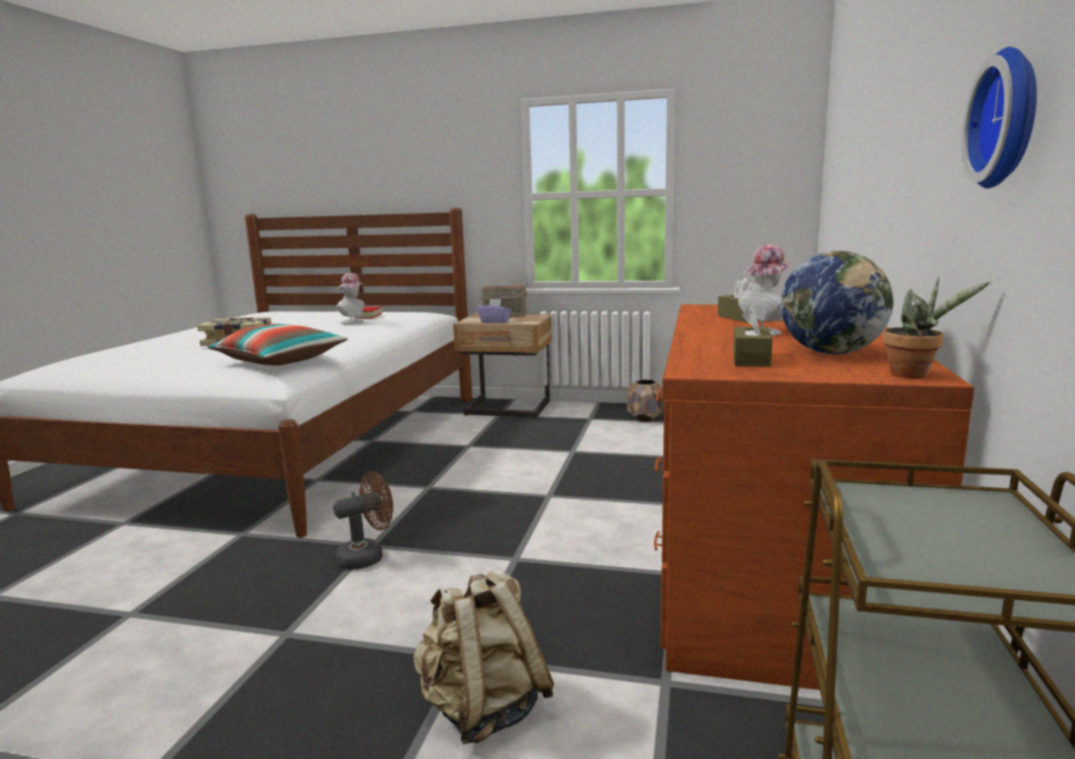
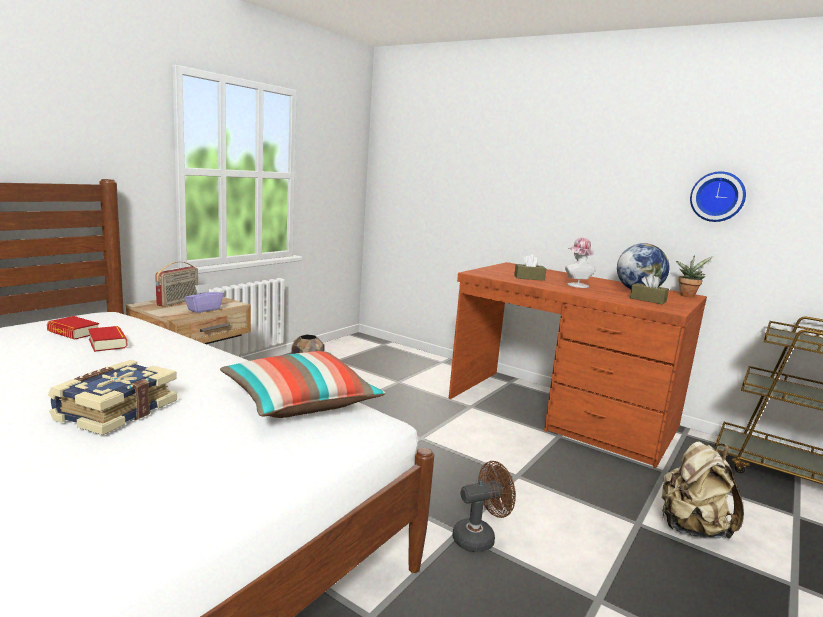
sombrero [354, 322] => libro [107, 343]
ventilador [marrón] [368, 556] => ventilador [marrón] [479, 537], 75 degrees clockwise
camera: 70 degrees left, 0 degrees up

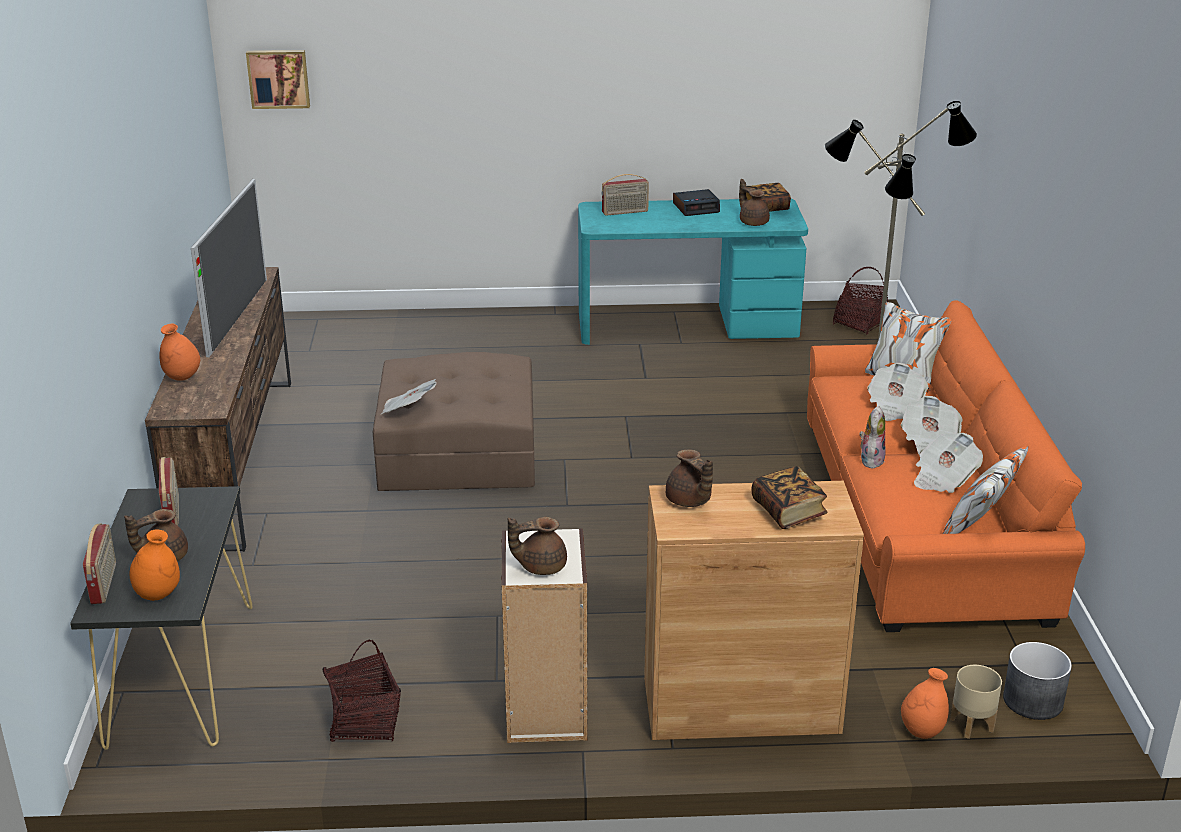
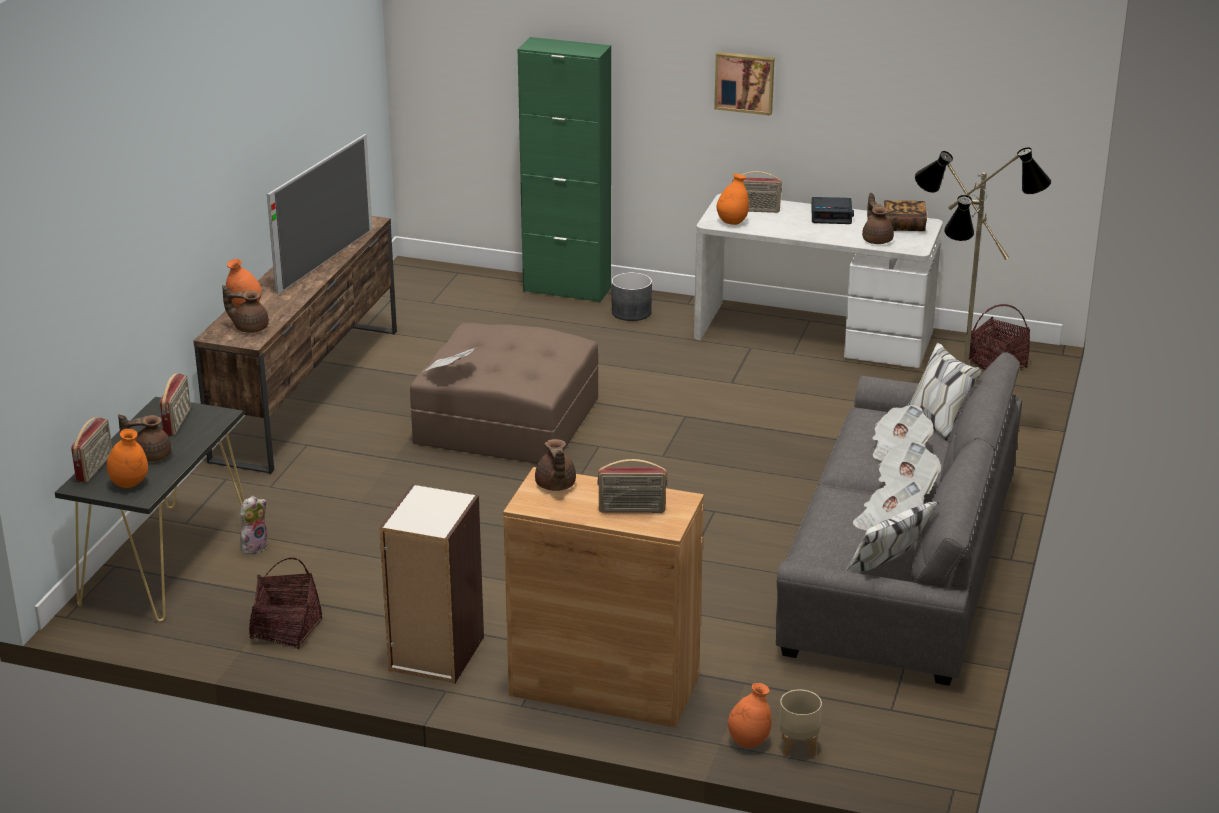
tetera [marrón] [540, 566] => tetera [marrón] [249, 327], shifted
peluche [870, 460] => peluche [254, 546], shifted
nothing => armario [verde] [567, 289]
libro [788, 511] => radio [632, 510]
maceta [gris] [1033, 701] => maceta [gris] [631, 312], shifted
escritorio [turquesa] [687, 323] => escritorio [blanco] [813, 335]
cuadro [278, 78] => cuadro [745, 82], shifted
nothing => florero [naranja] [732, 222]
sofá [naranja] [921, 518] => sofá [gris] [900, 564]
camera: 20 degrees right, 0 degrees up

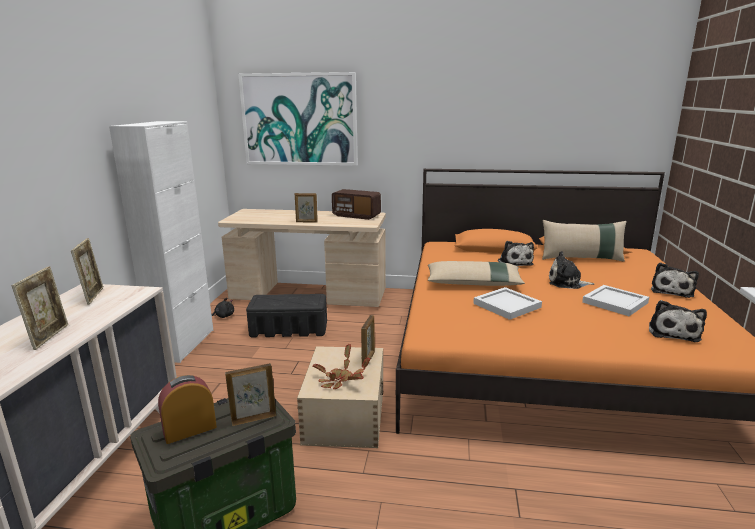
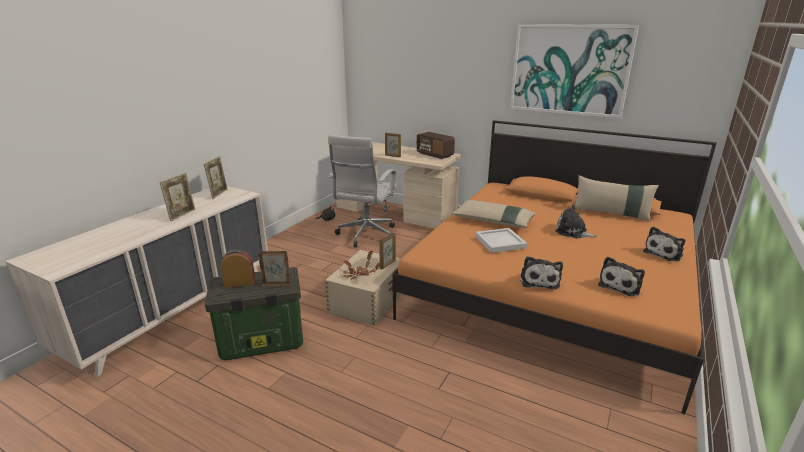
caja de almacenaje [negro] [288, 329] => silla de oficina [blanco] [365, 236]
cuadro [299, 119] => cuadro [569, 70], shifted
peluche [514, 262] => peluche [539, 280], shifted
armario [blanco] [183, 344] => nothing
bandeja [blanco] [614, 302] => nothing
camera: 20 degrees right, 5 degrees up

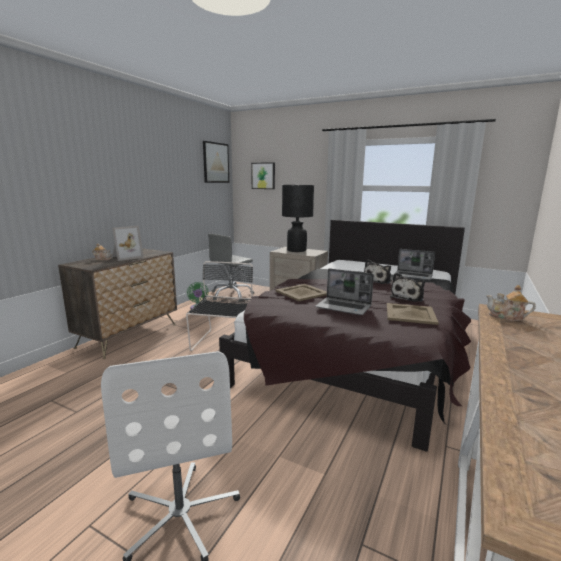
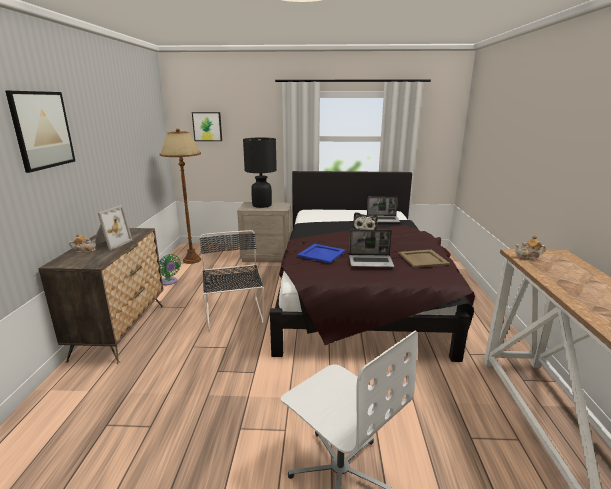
cuadro [216, 162] => cuadro [42, 130], shifted
silla de oficina [gris] [231, 294] => lámpara de pie [marrón] [192, 260]
bandeja [beis] [302, 292] => bandeja [azul] [321, 253]
peluche [408, 297] => nothing
camera: 25 degrees left, 5 degrees up

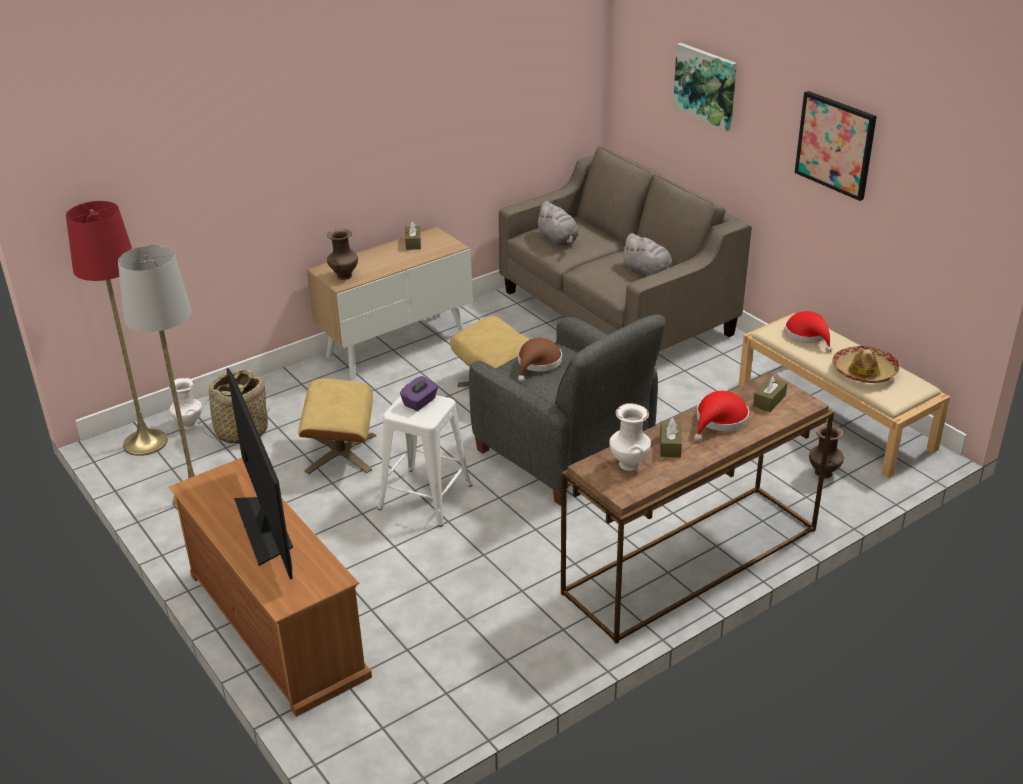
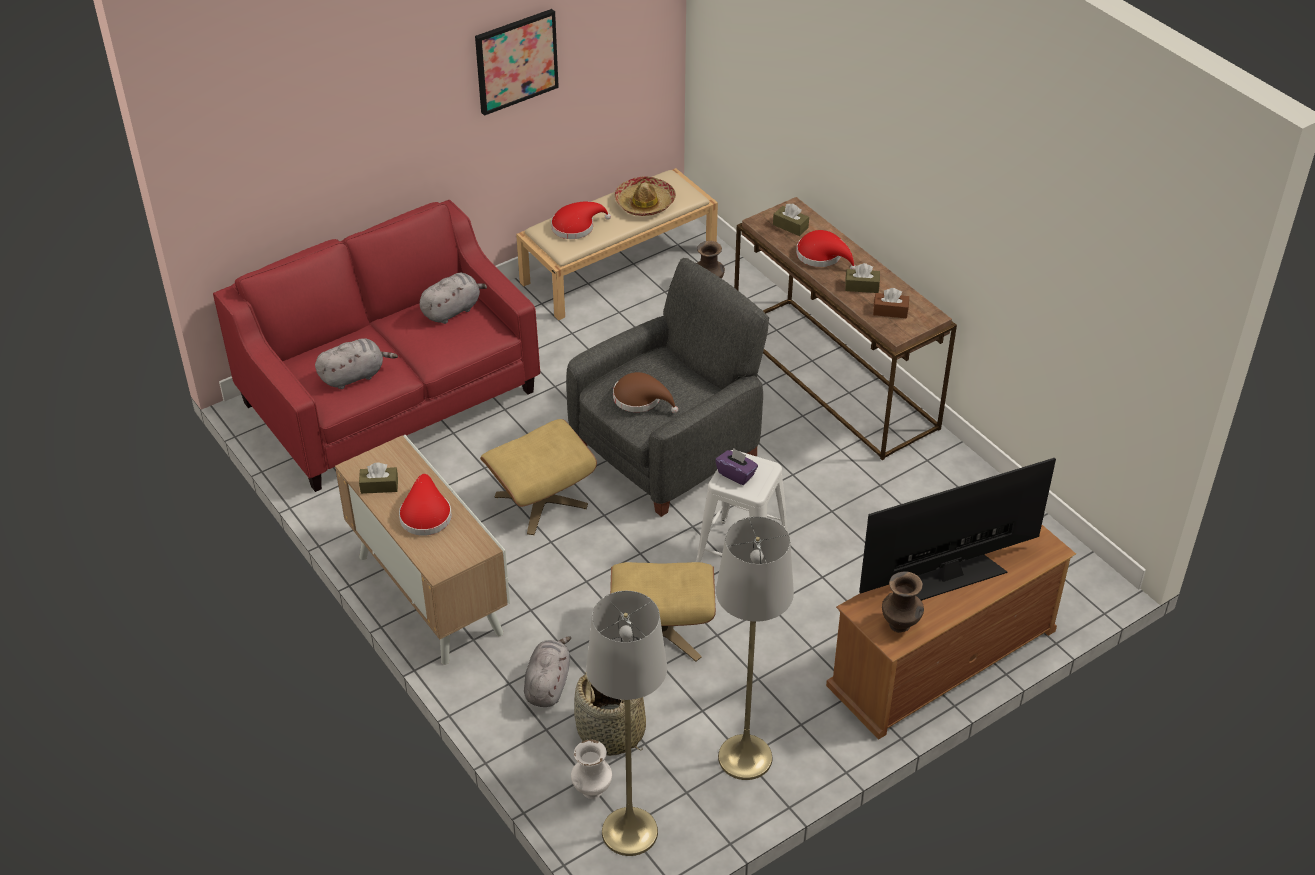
sofá [beis] [616, 313] => sofá [rojo] [390, 397]
nothing => sombrero [rojo] [425, 514]
nothing => peluche [gris] [548, 684]
lámpara de pie [rojo] [145, 442] => lámpara de pie [gris] [629, 831]
florero [blanco] [628, 464] => caja de pañuelos [marrón] [890, 311]
florero [marrón] [344, 276] => florero [marrón] [900, 625], shifted
cuadro [706, 85] => nothing
camera: 90 degrees left, 10 degrees up

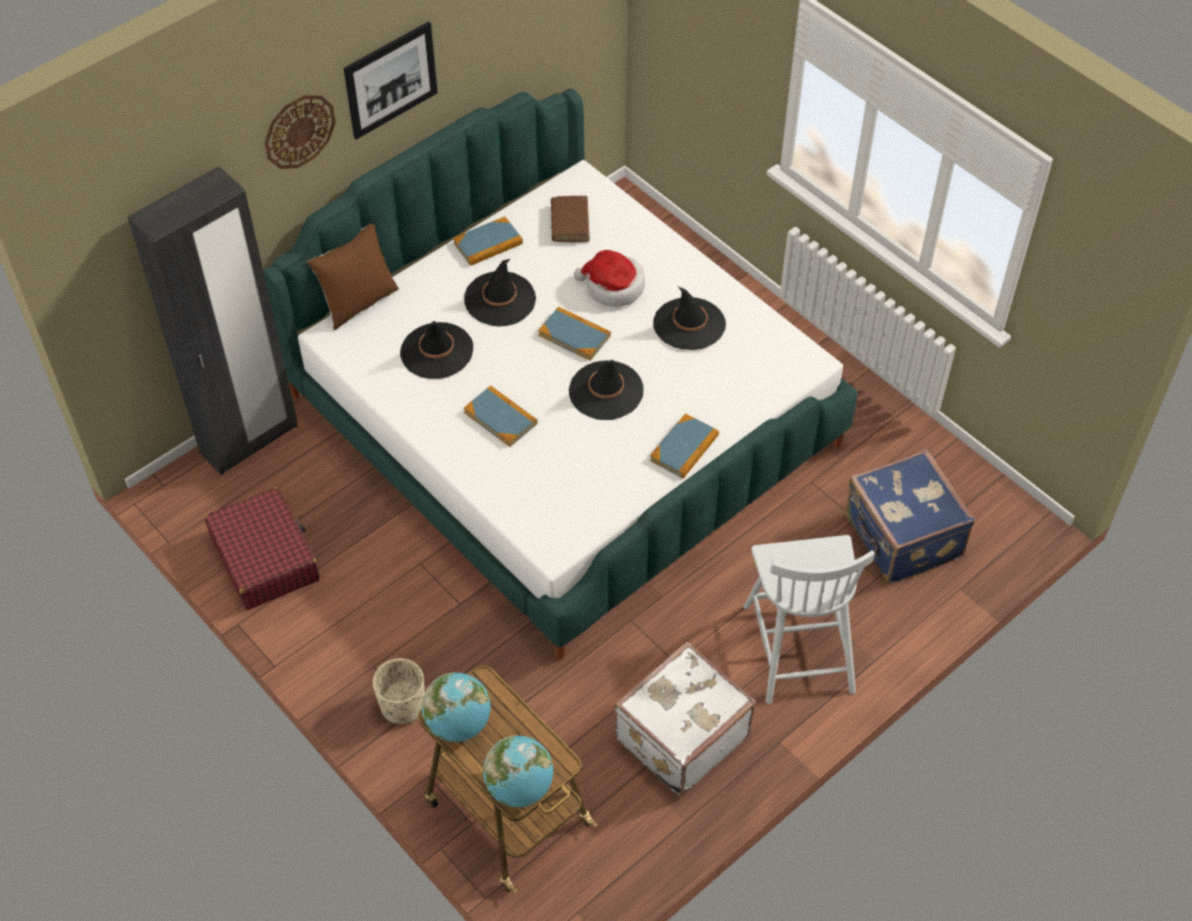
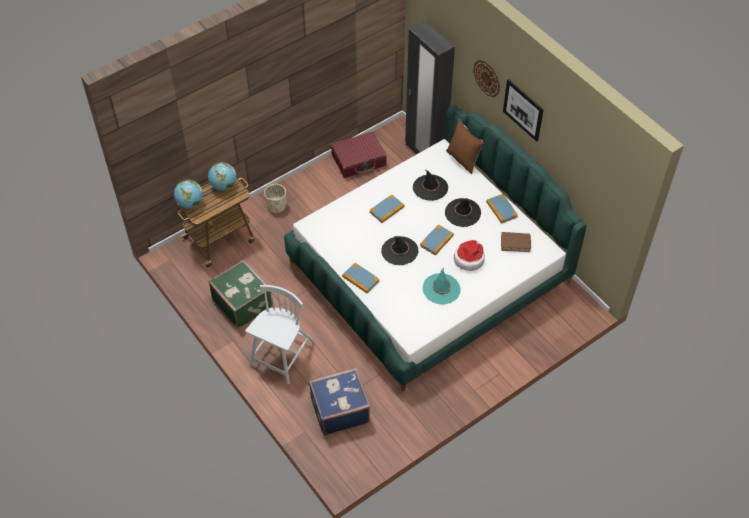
maleta [blanco] [679, 736] => maleta [verde] [243, 302]
silla [blanco] [798, 646] => silla [blanco] [282, 355], 120 degrees clockwise
sombrero [negro] [689, 324] => sombrero [turquesa] [441, 289]
camera: 95 degrees right, 0 degrees up

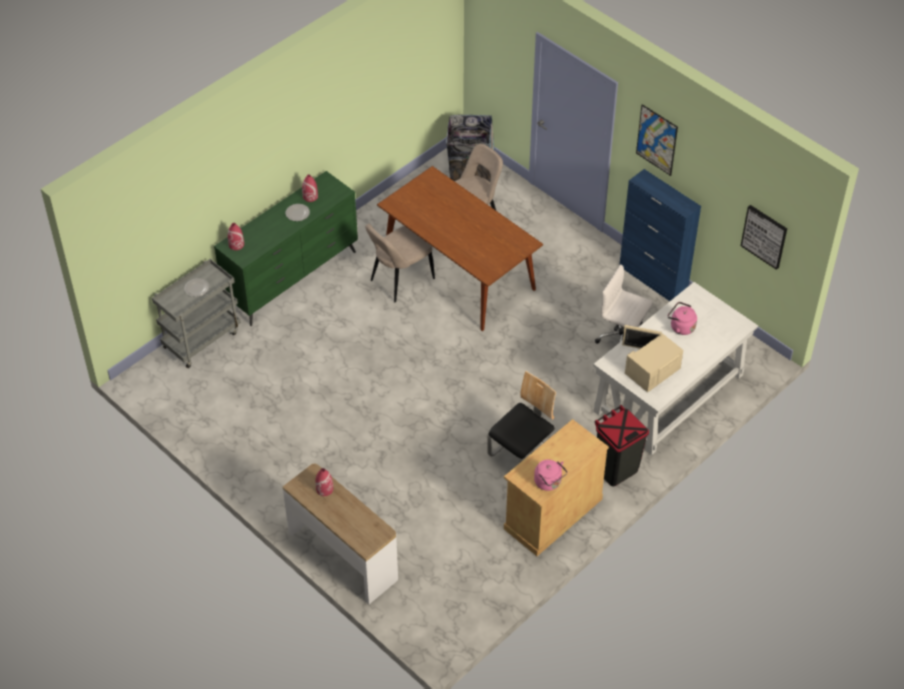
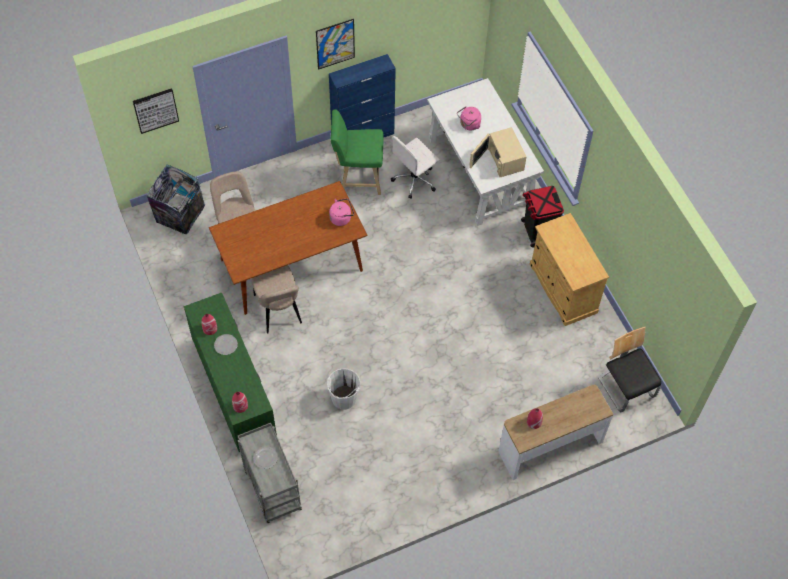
cuadro [764, 236] => cuadro [155, 110], shifted
nothing => cubo [blanco] [344, 398]
hervidor [rosa] [549, 483] => hervidor [rosa] [341, 218], shifted
nothing => taburete [verde] [358, 178]
silla [522, 454] => silla [626, 387], shifted
camera: 70 degrees left, 10 degrees up

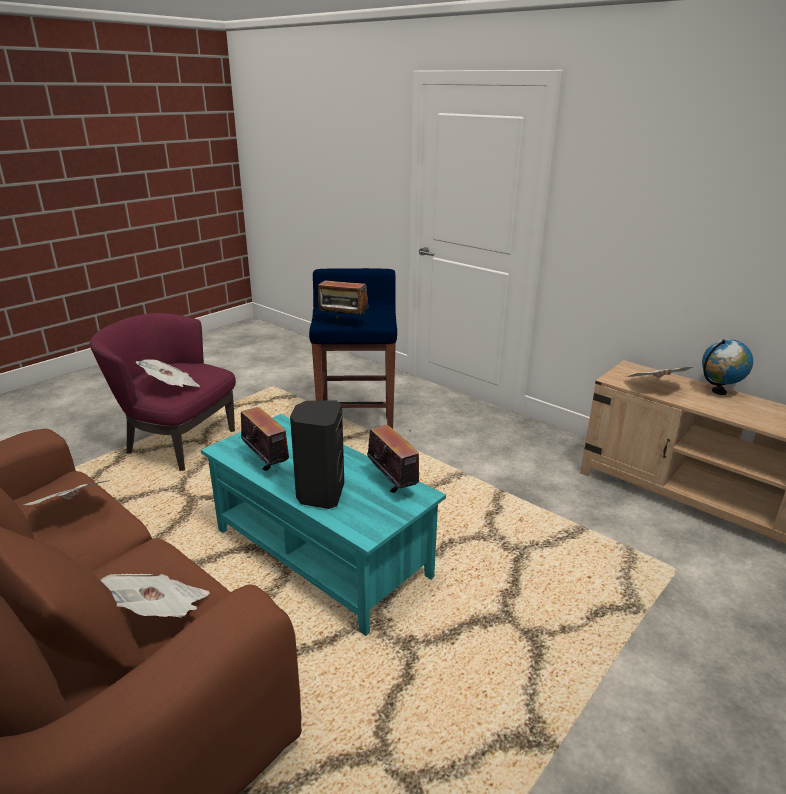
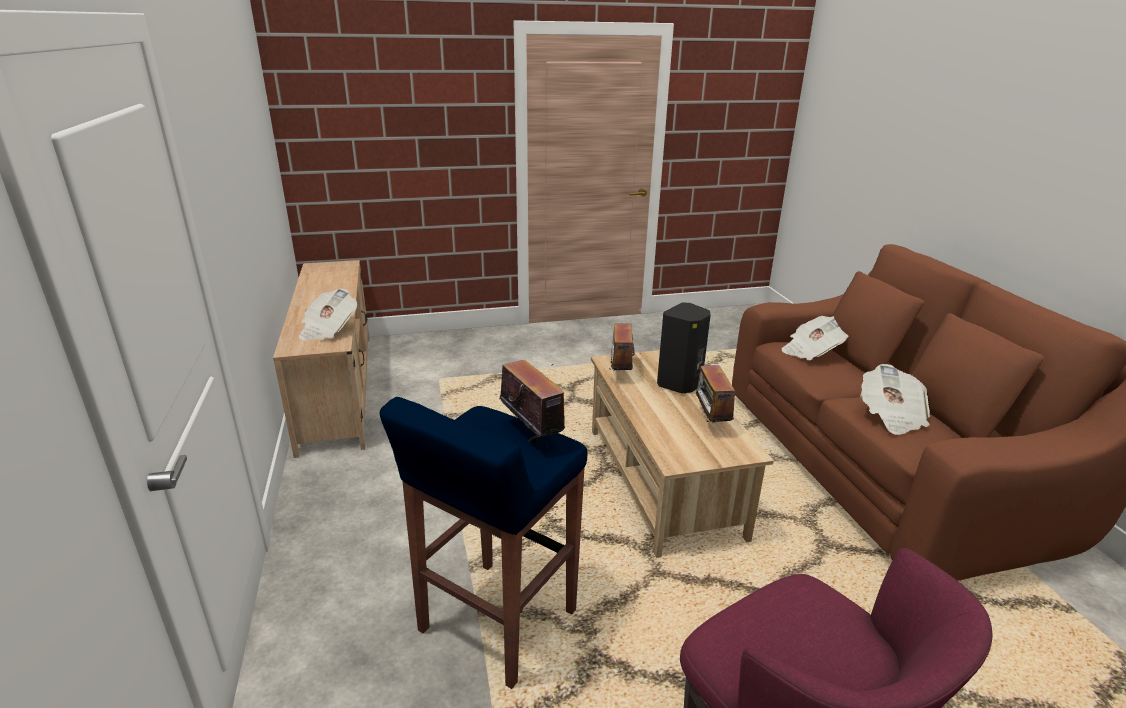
mesa de centro [turquesa] [320, 553] => mesa de centro [beis] [663, 481]
periódico [171, 387] => nothing
globo terráqueo [719, 392] => nothing
camera: 145 degrees left, 0 degrees up

